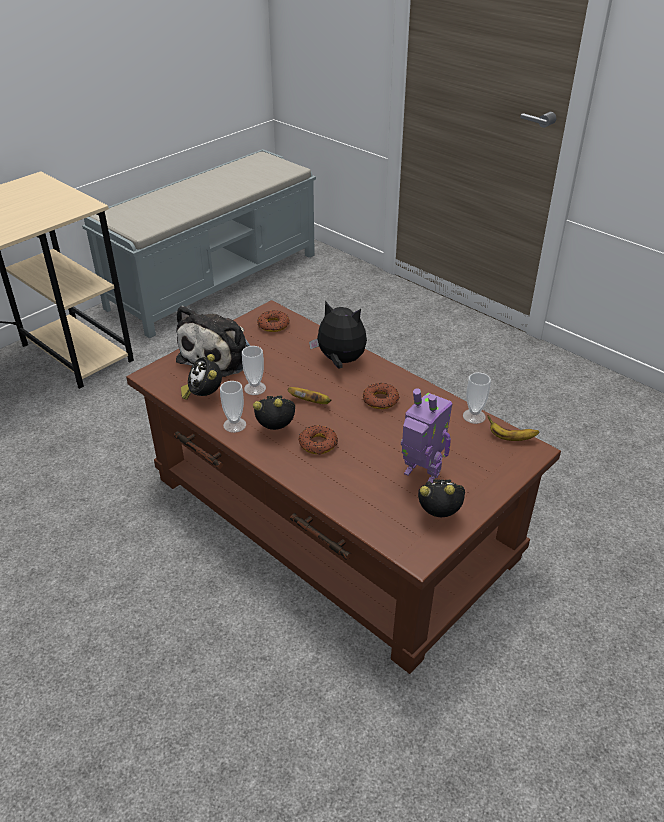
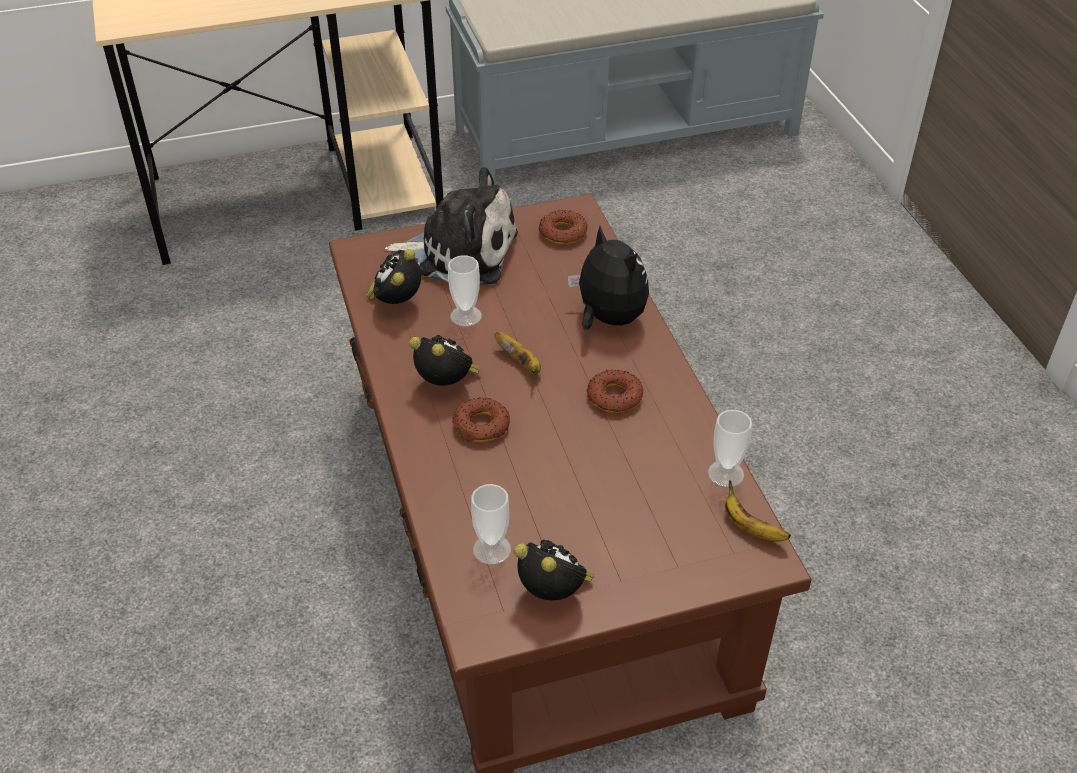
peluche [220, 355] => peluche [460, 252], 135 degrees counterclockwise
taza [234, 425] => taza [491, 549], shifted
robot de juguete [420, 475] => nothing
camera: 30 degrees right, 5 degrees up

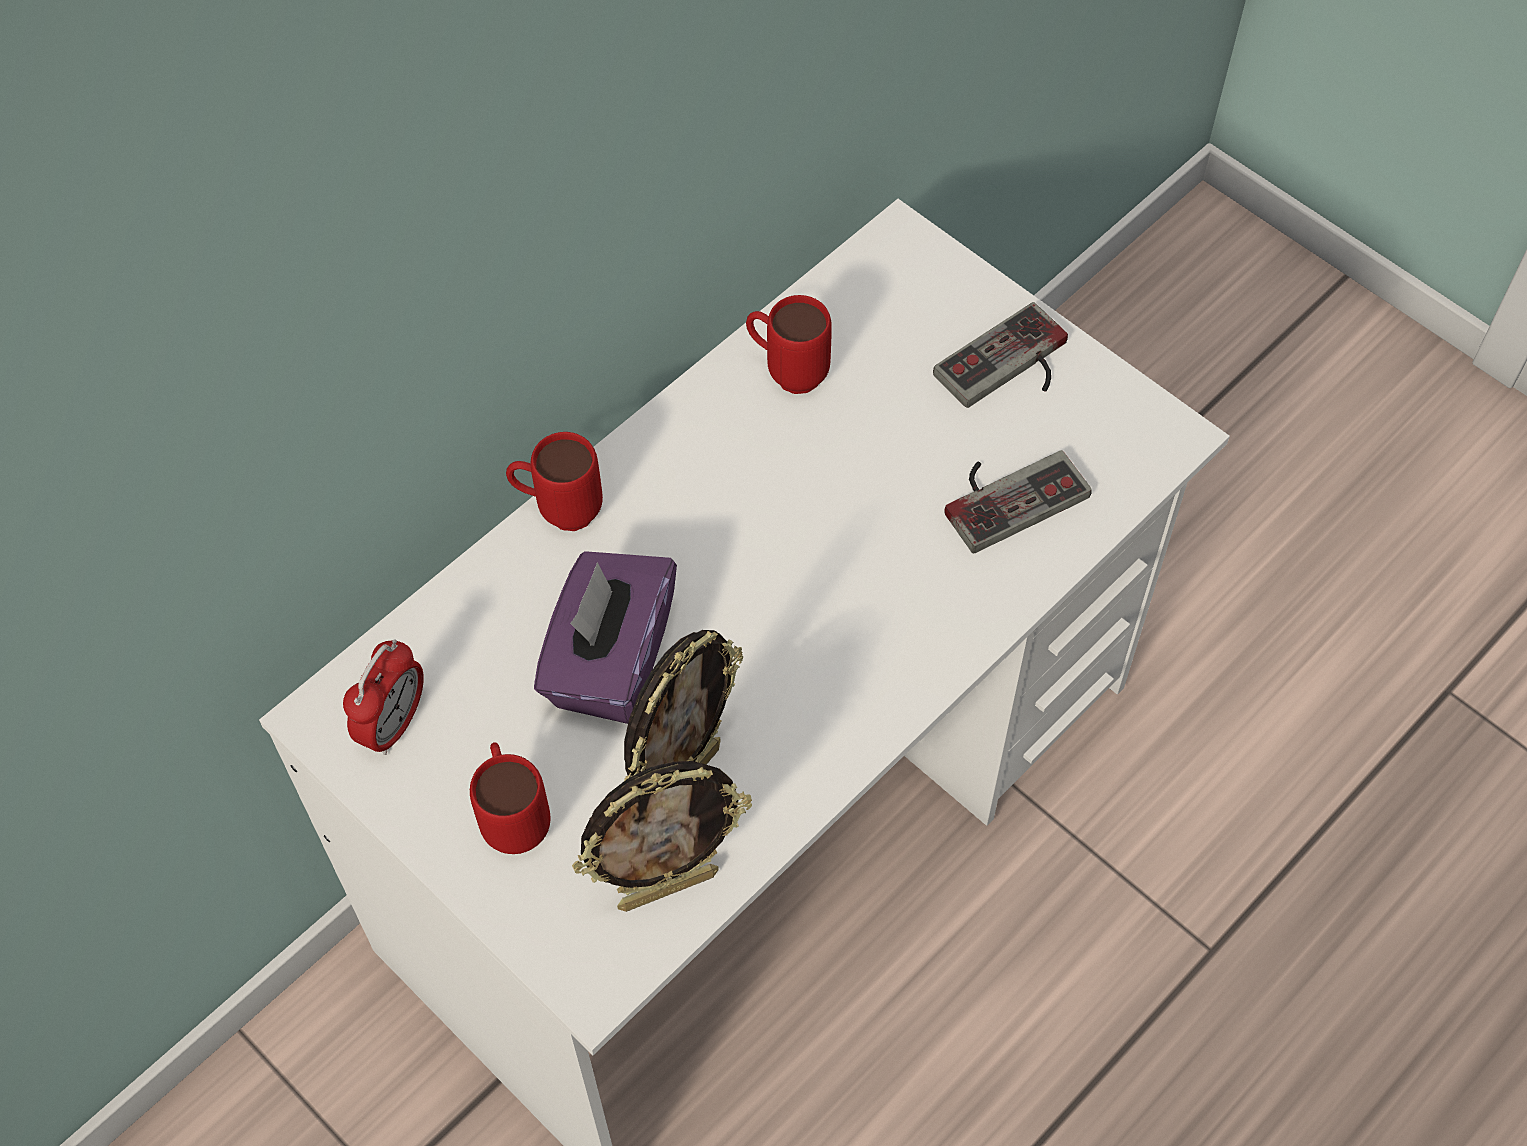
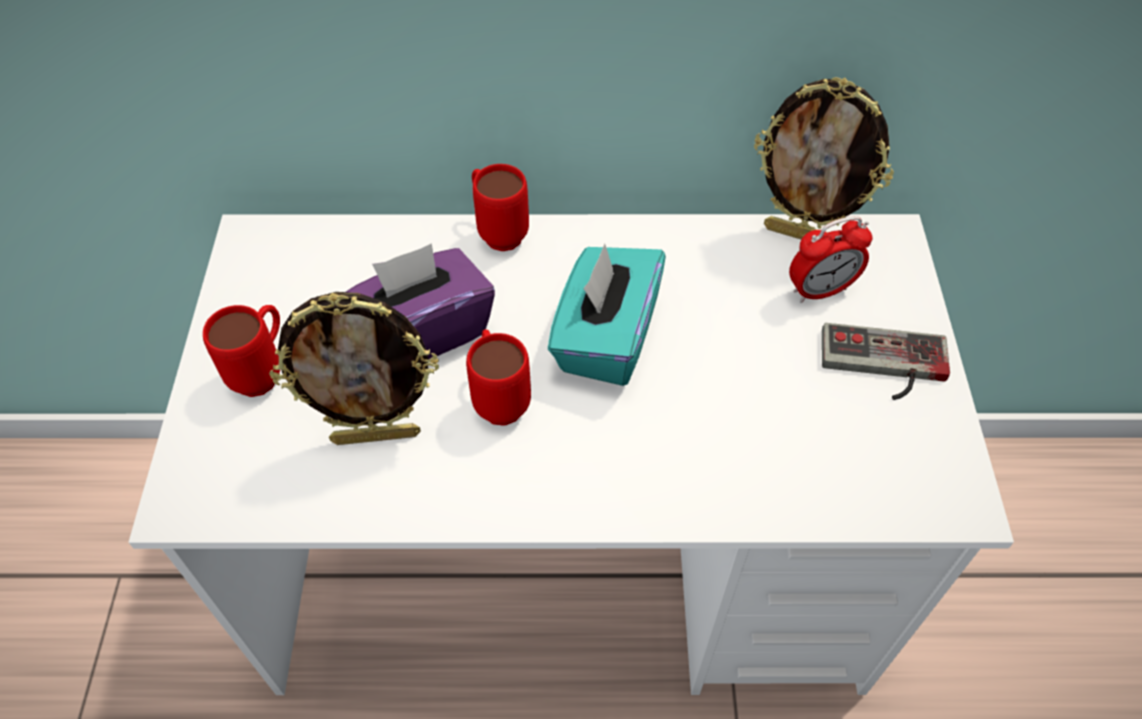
taza grande [rojo] [787, 372] => taza grande [rojo] [499, 398], shifted
nothing => caja de pañuelos [turquesa] [605, 338]
portarretratos [667, 887] => portarretratos [801, 235], shifted
despertador [394, 724] => despertador [820, 290], shifted
mando de consola [1008, 492] => nothing
camera: 45 degrees right, 5 degrees down

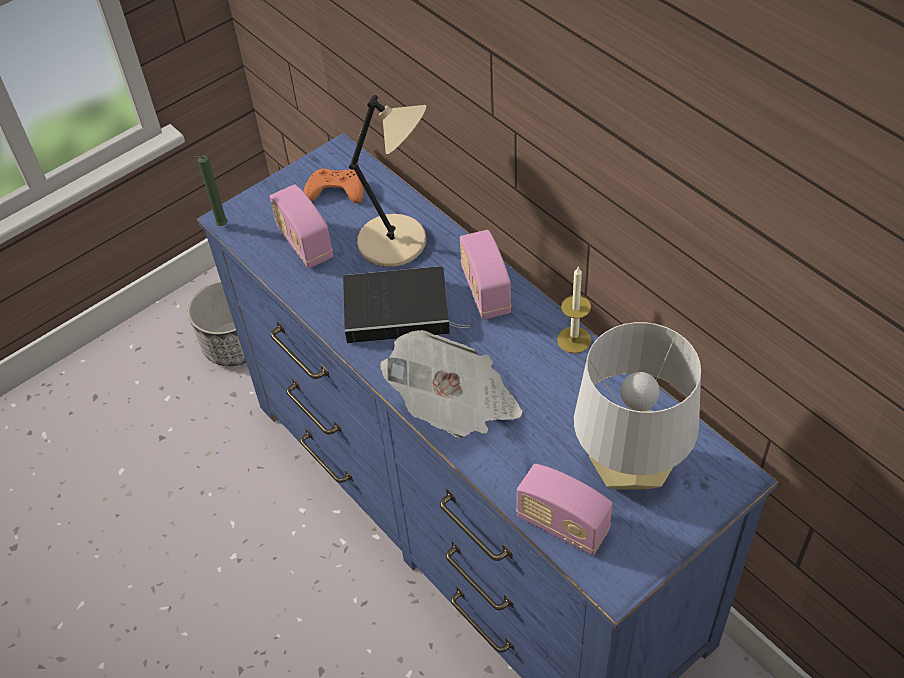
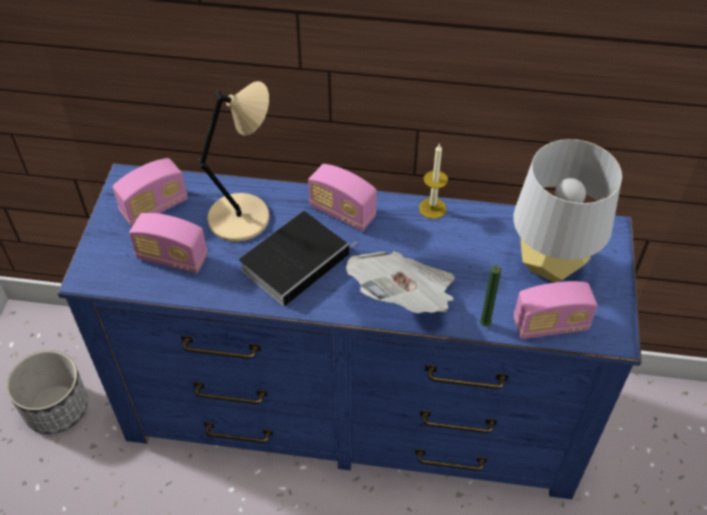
mando de consola [naranja] [335, 191] => radio [154, 207]
vela [verde] [220, 226] => vela [verde] [485, 326], shifted
camera: 45 degrees left, 0 degrees up

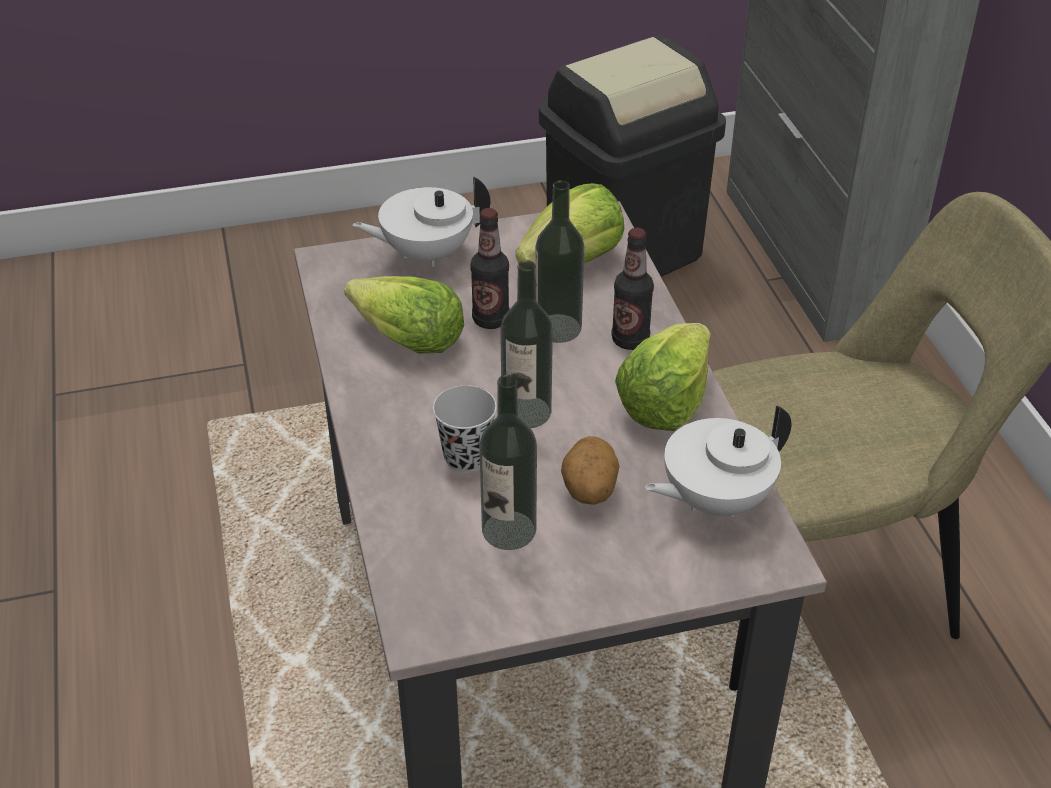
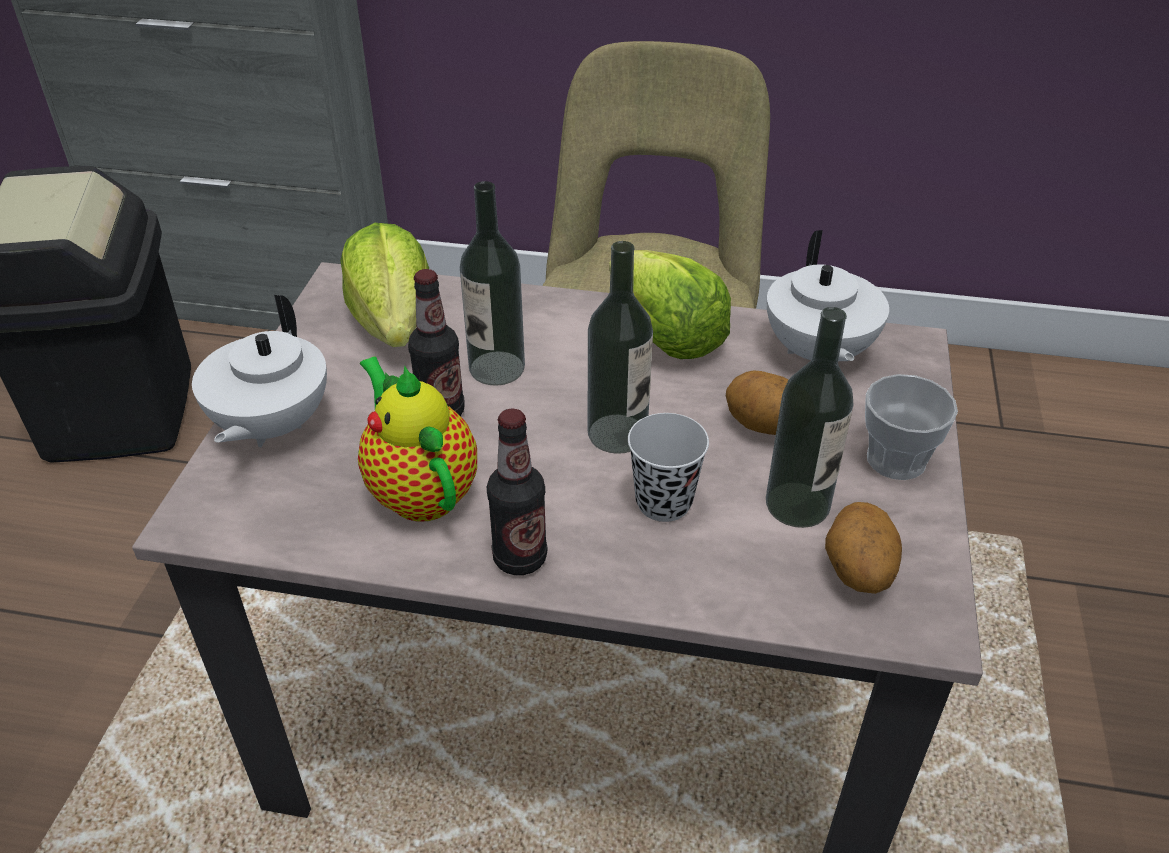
lechuga [407, 339] => tetera [420, 490]
botella [630, 340] => botella [520, 558], shifted
nothing => patata [856, 572]
nothing => taza [896, 460]
camera: 65 degrees left, 0 degrees up

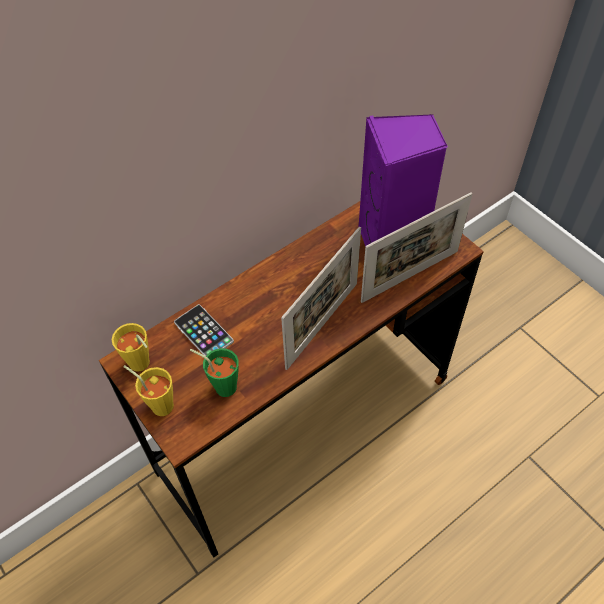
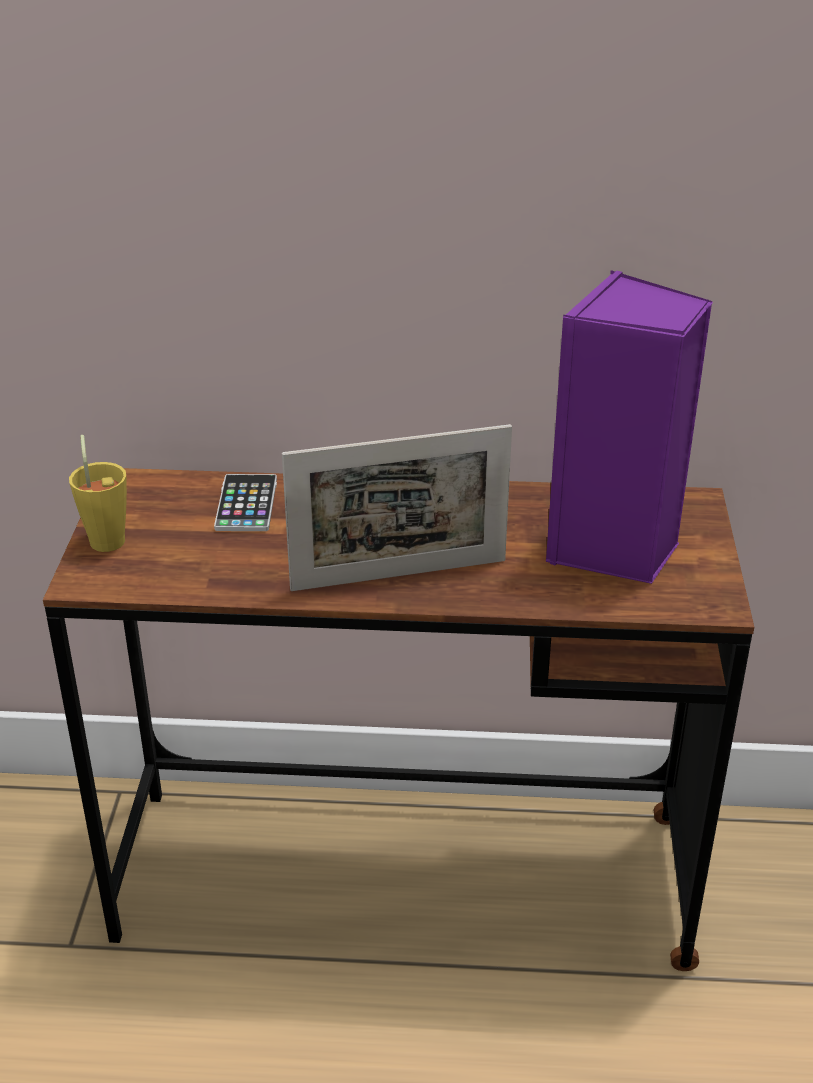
taza [amarillo] [141, 366] => nothing
taza [verde] [221, 385] => nothing
portarretratos [410, 276] => nothing
camera: 40 degrees right, 20 degrees down

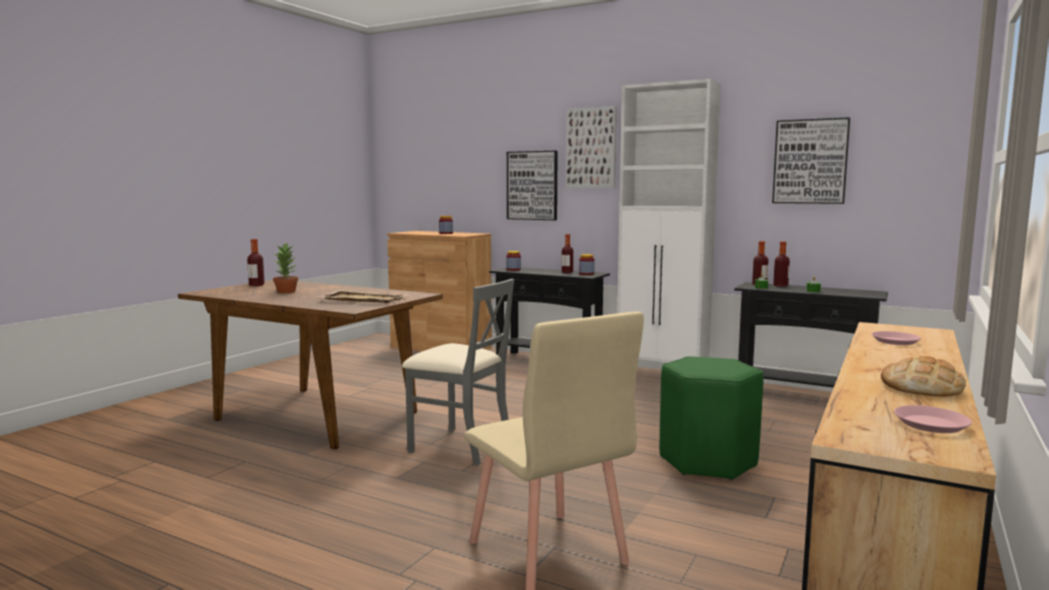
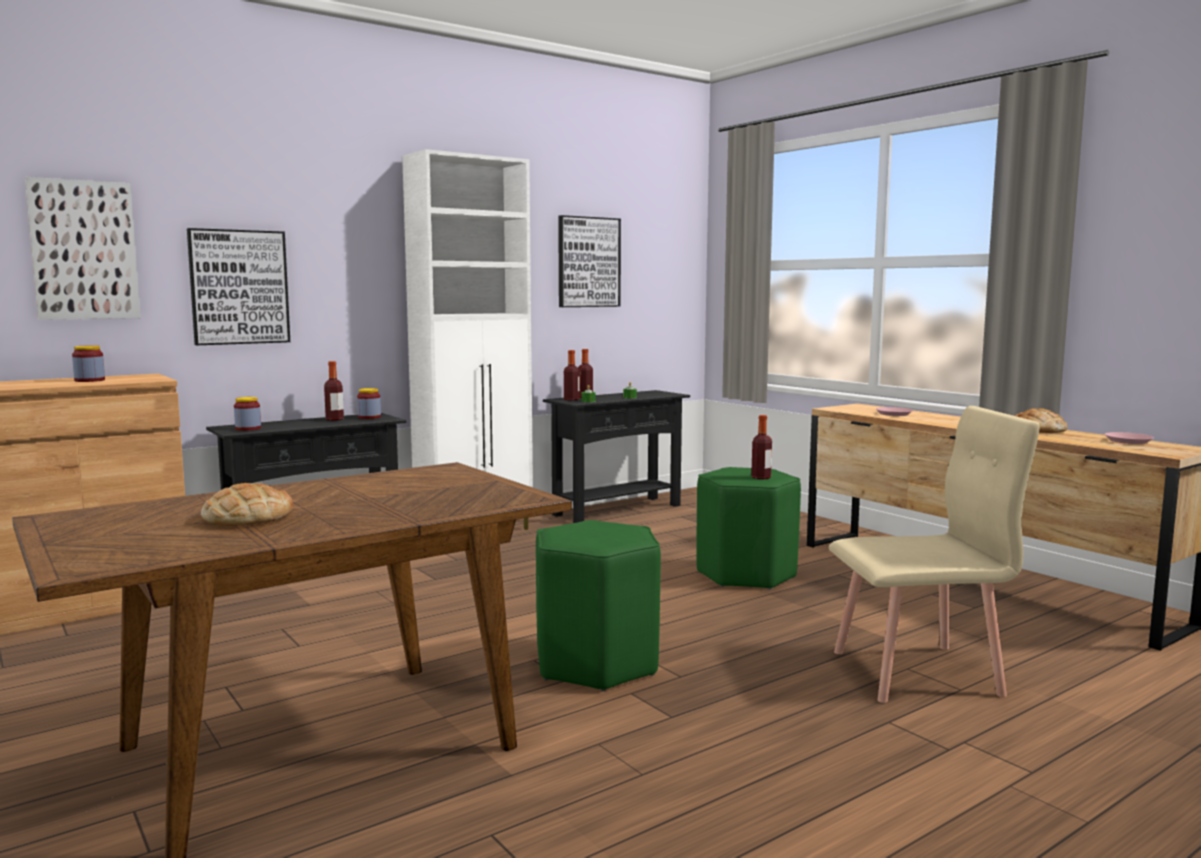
cuadro [591, 148] => cuadro [84, 250], shifted
planta en maceta [287, 292] => pan [247, 517]
silla [gris] [460, 446] => taburete [verde] [597, 664]
botella [256, 285] => botella [761, 477], shifted
bandeja [beis] [362, 299] => nothing
camera: 65 degrees left, 0 degrees up

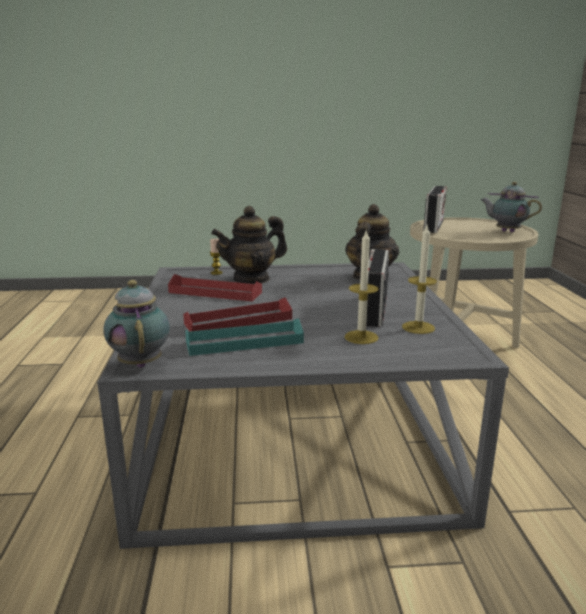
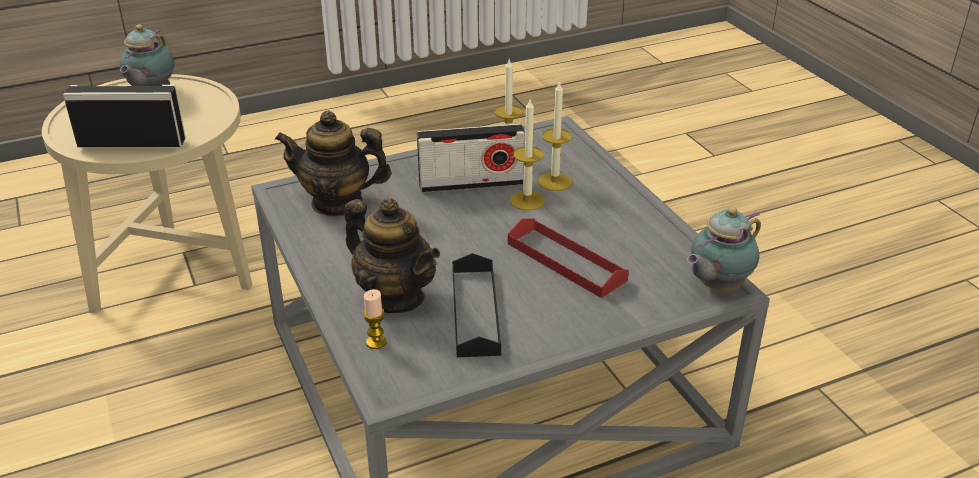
bandeja [rojo] [215, 292] => bandeja [negro] [475, 311]
nothing => vela [527, 200]
bandeja [turquesa] [244, 342] => nothing
camera: 110 degrees left, 15 degrees up

